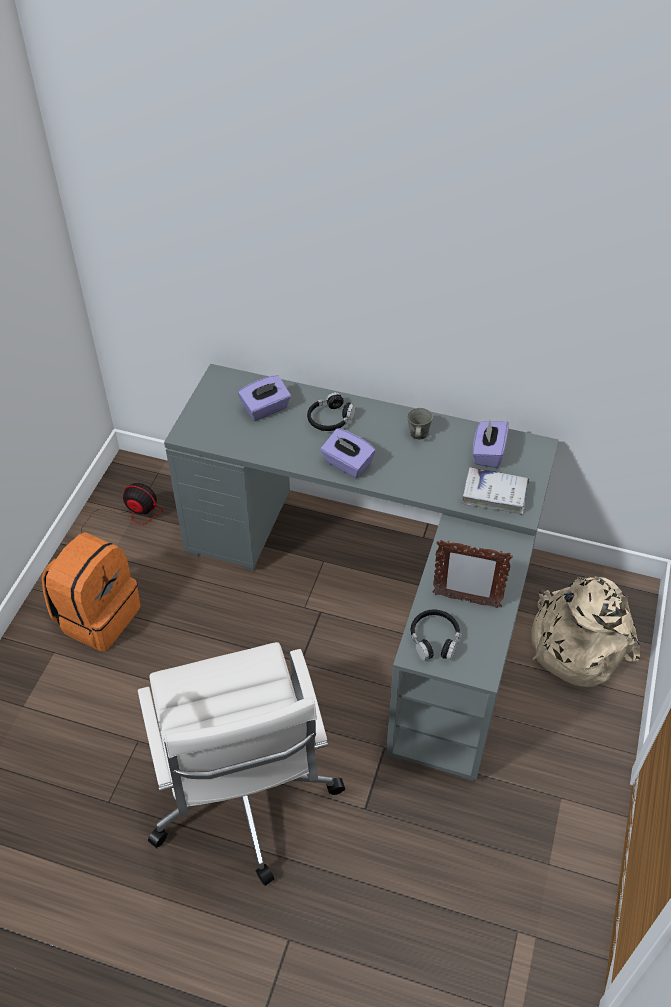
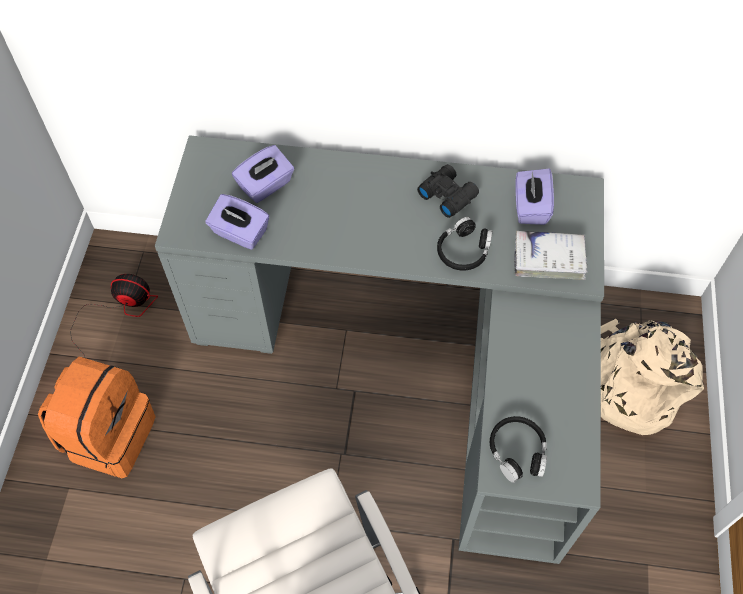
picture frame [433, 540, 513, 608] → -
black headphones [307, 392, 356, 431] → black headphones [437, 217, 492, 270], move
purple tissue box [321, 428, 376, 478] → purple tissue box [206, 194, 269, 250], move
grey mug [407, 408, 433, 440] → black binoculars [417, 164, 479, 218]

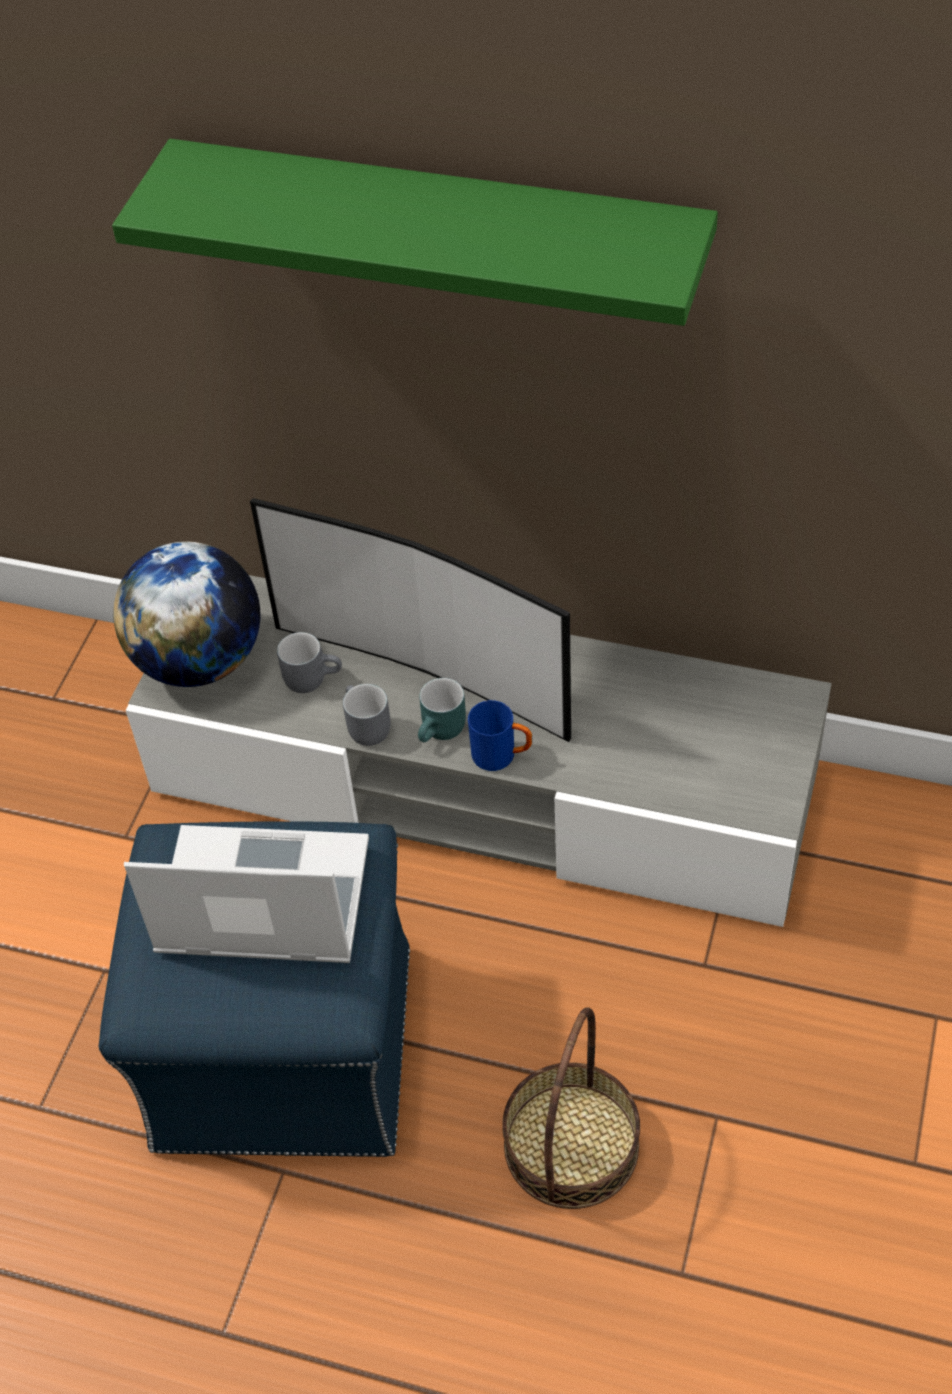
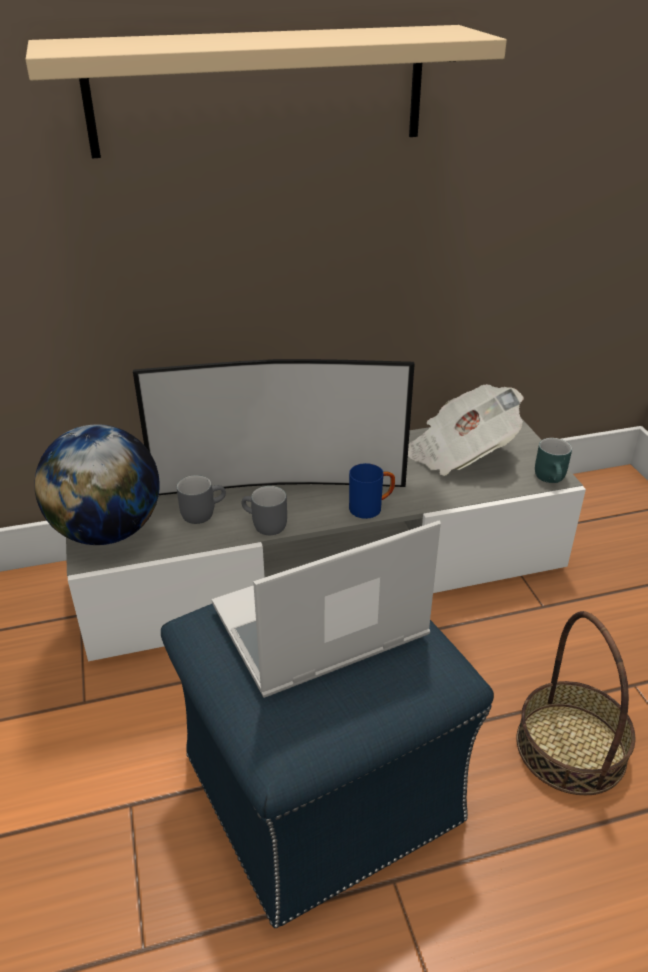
- → newspaper [408, 384, 524, 476]
turquoise mug [418, 678, 466, 742] → turquoise mug [535, 438, 572, 483], move
green shelf [112, 139, 718, 326] → beige shelf [26, 25, 507, 158]

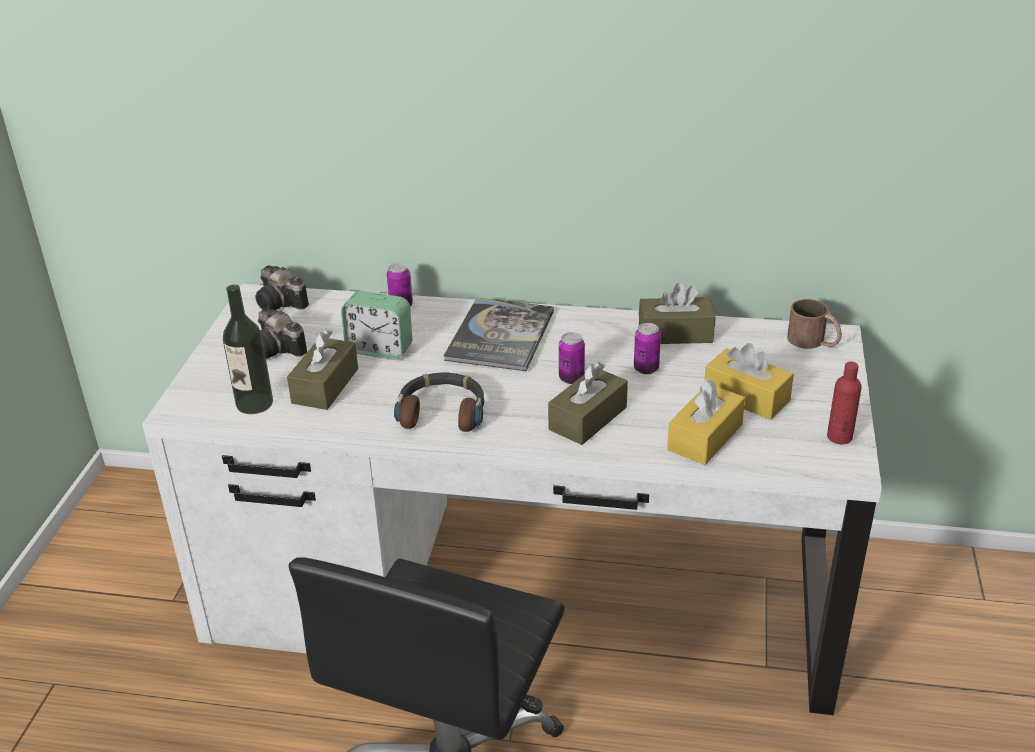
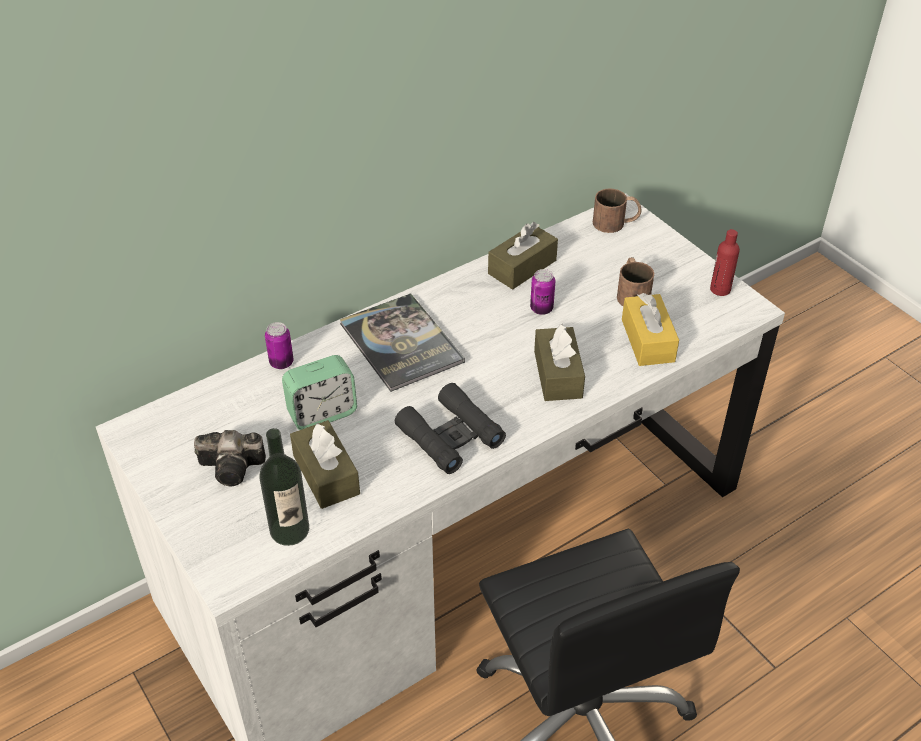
photo camera [255, 265, 309, 310] → -
can [559, 332, 585, 384] → -
headphones [394, 373, 484, 432] → black binoculars [395, 383, 506, 474]
yellow tissue box [704, 343, 794, 420] → brown mug [617, 257, 654, 306]

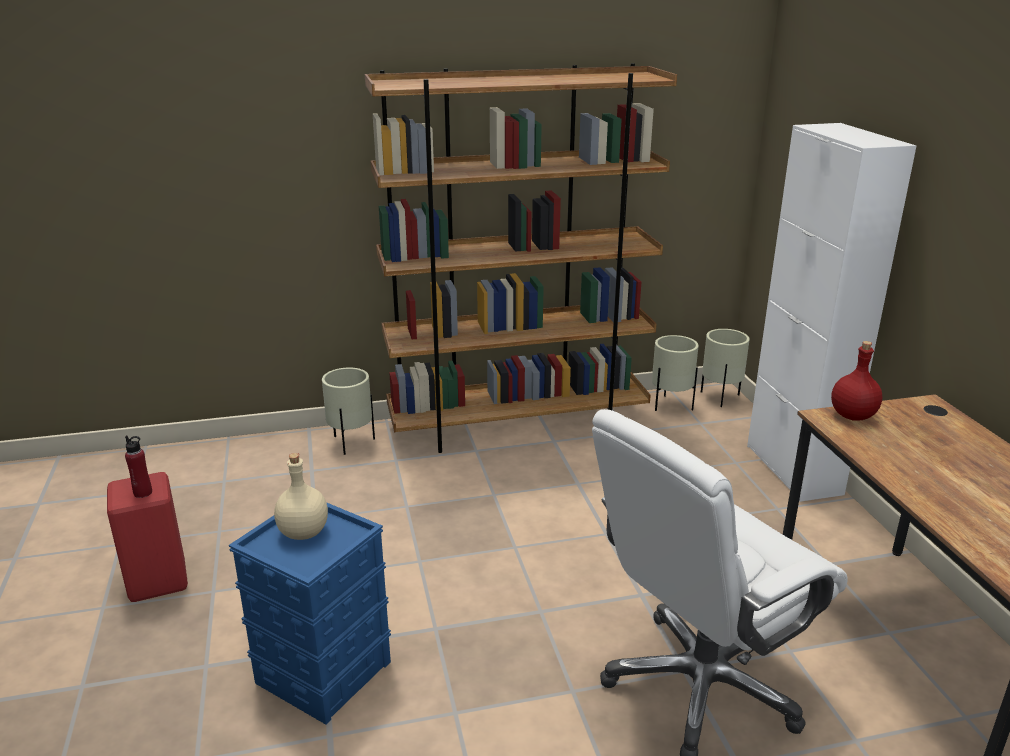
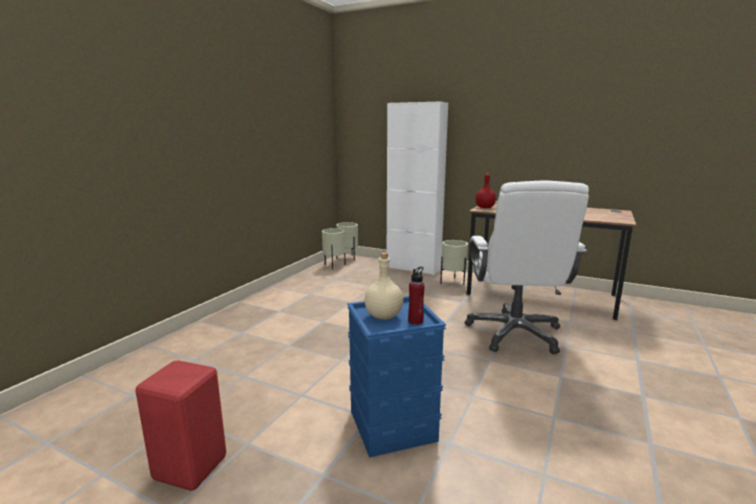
brown bookcase [365, 63, 677, 453] → -
red bottle [125, 436, 152, 498] → red bottle [408, 267, 425, 325], move
beige planter [322, 368, 375, 455] → beige planter [440, 240, 468, 285], move

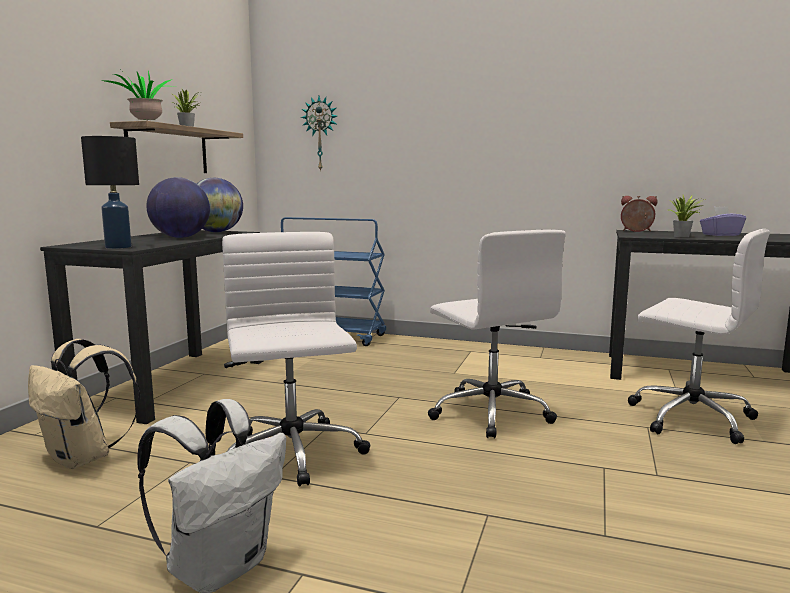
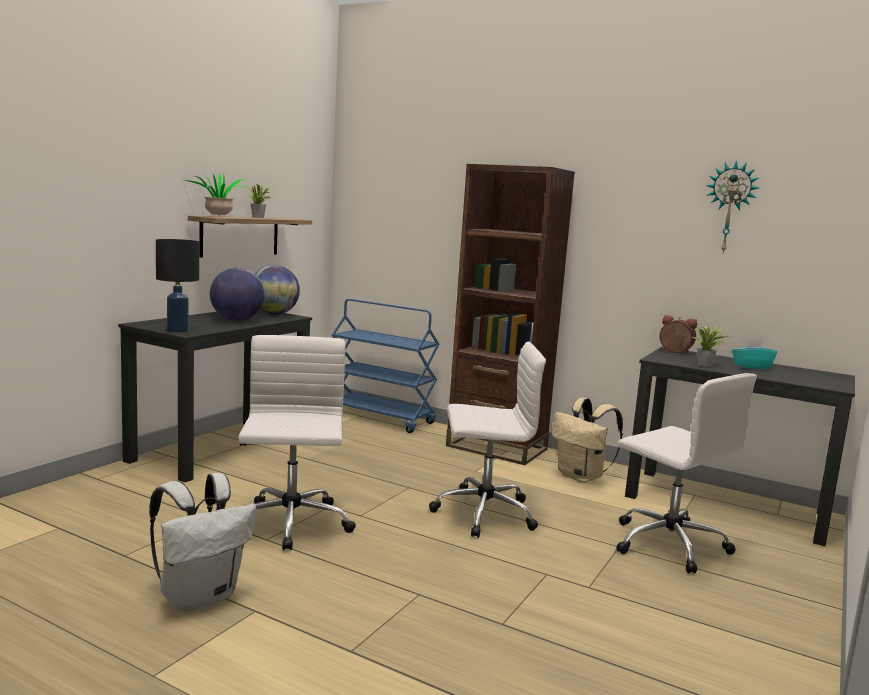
- → brown bookcase [446, 164, 575, 465]
beige backpack [28, 339, 140, 469] → beige backpack [552, 398, 623, 483], move
wall clock [301, 96, 337, 172] → wall clock [706, 160, 759, 253], move
purple tissue box [700, 206, 746, 236] → turquoise tissue box [732, 338, 777, 369]
white office chair [428, 229, 566, 438] → white office chair [429, 342, 546, 538], 75 degrees counterclockwise

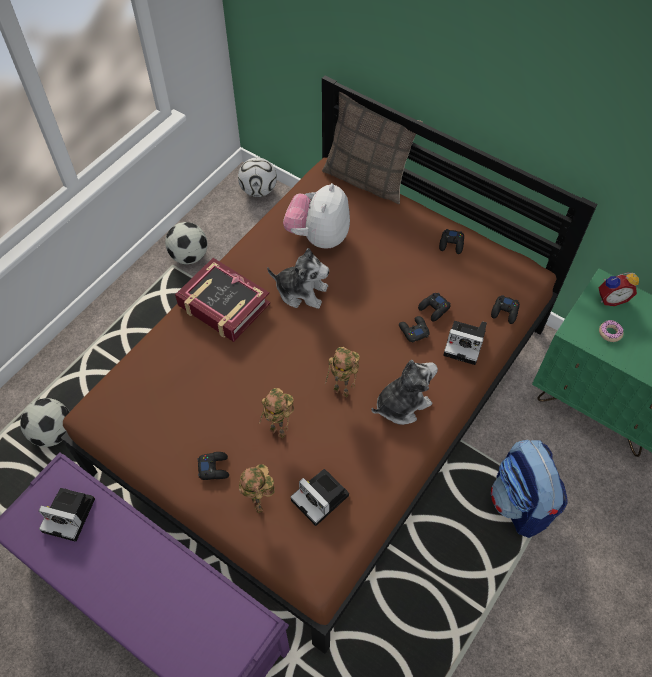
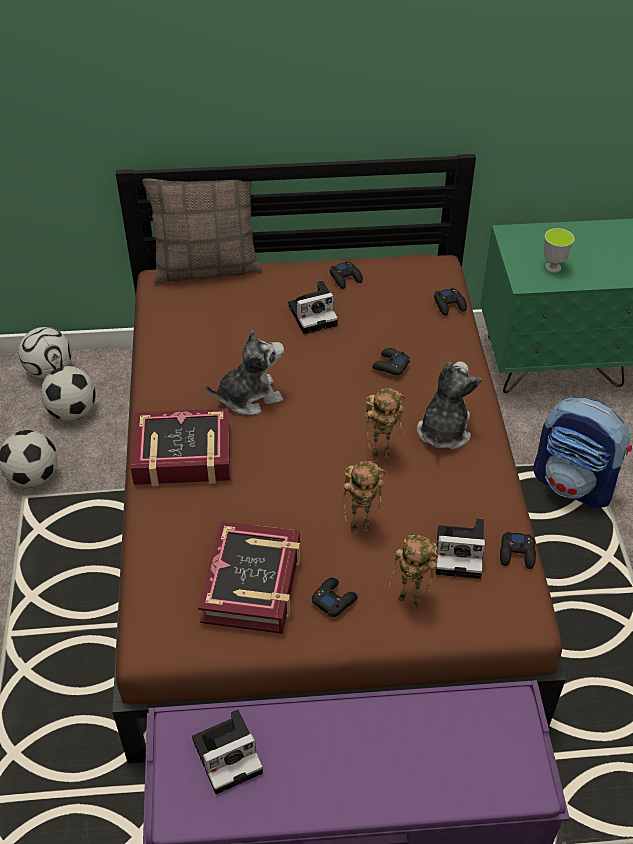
plush toy [283, 183, 350, 249] → -
alarm clock [598, 273, 639, 306] → -
- → book [198, 521, 300, 634]
football [20, 398, 69, 447] → football [41, 366, 96, 421], move
black game controller [418, 293, 451, 322] → black game controller [500, 532, 536, 569], move
photo camera [443, 321, 487, 365] → photo camera [288, 280, 338, 334], move
donut [599, 320, 624, 342] → cup [544, 228, 574, 273]

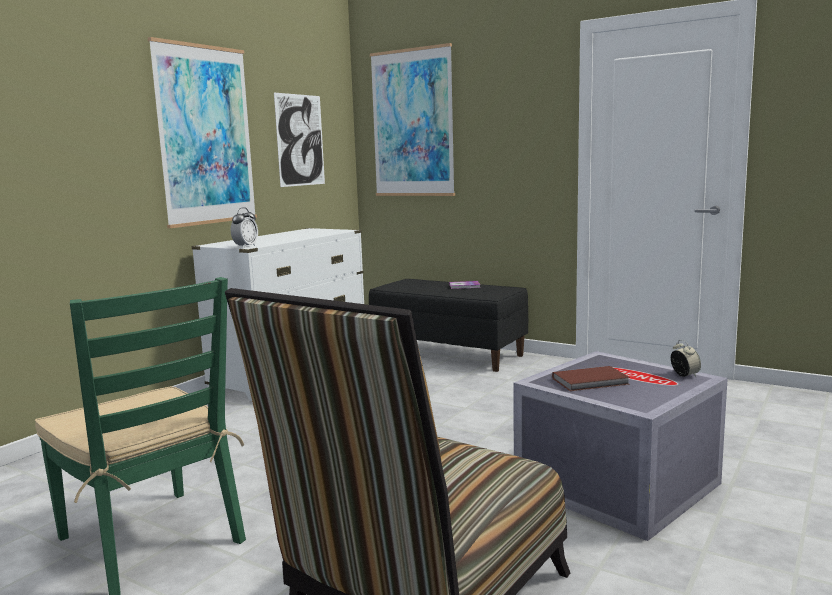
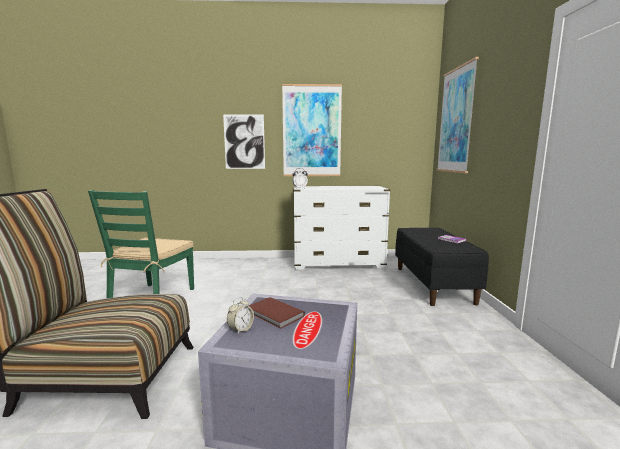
picture [274, 93, 325, 187] → picture [223, 114, 265, 169], move
alarm clock [671, 340, 701, 377] → alarm clock [227, 297, 254, 335], move

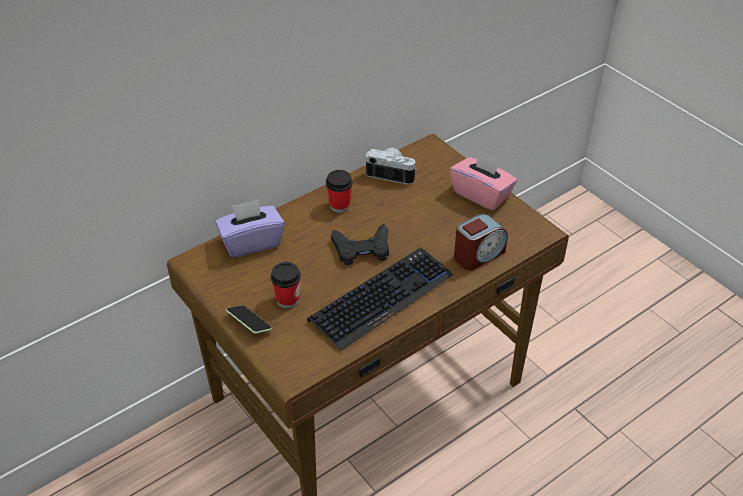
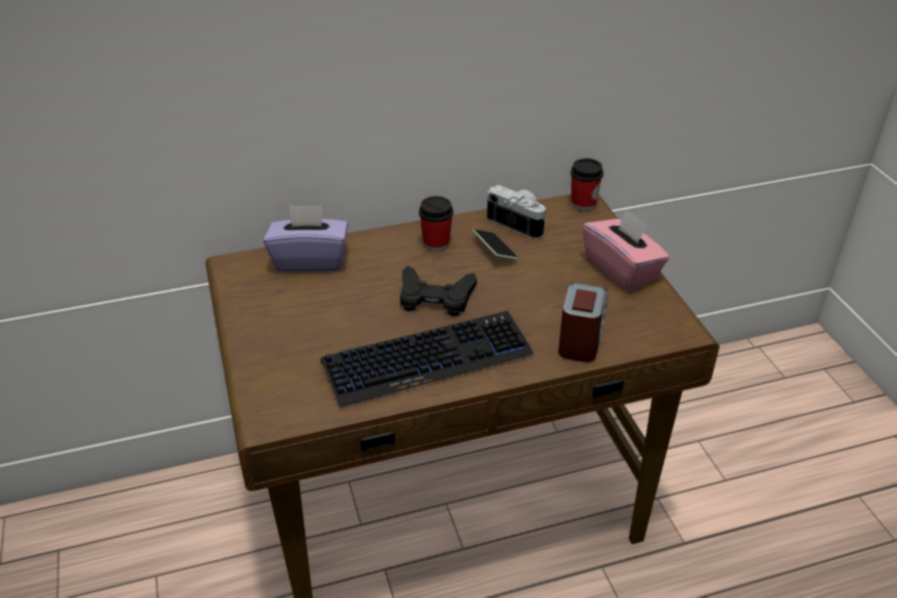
phone [225, 305, 272, 334] → phone [473, 229, 518, 259], move
cup [271, 262, 301, 308] → cup [571, 158, 604, 211], move
alarm clock [454, 214, 508, 271] → alarm clock [558, 283, 608, 362], 60 degrees counterclockwise

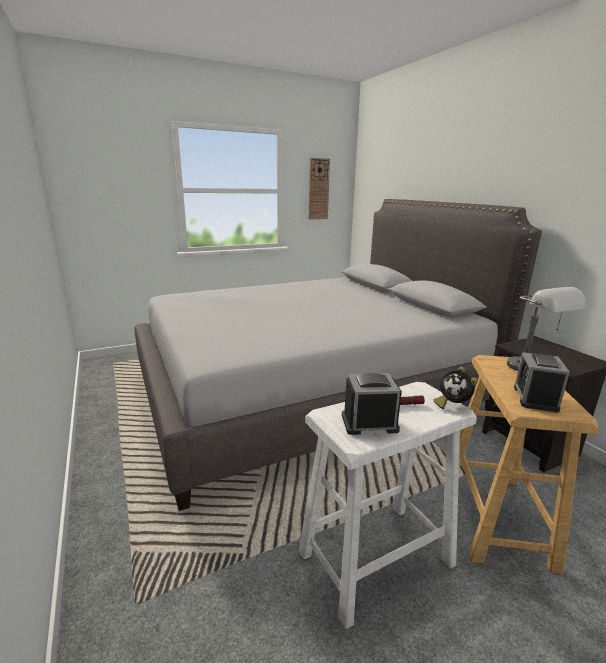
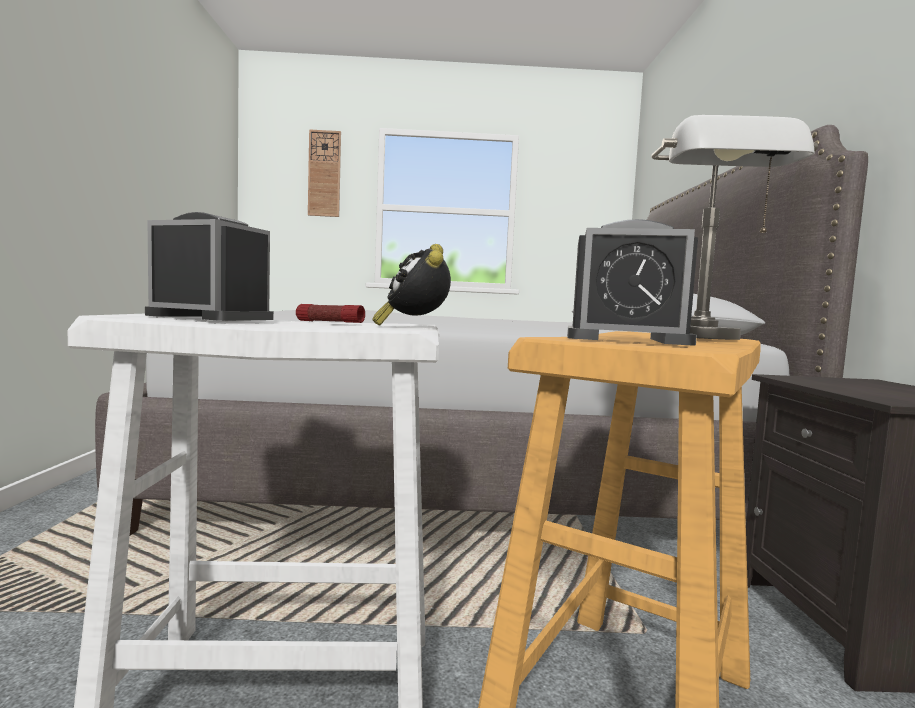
wall clock [309, 158, 330, 220] → wall clock [308, 129, 341, 217], move
alarm clock [514, 352, 570, 413] → alarm clock [567, 219, 698, 345], 120 degrees counterclockwise

